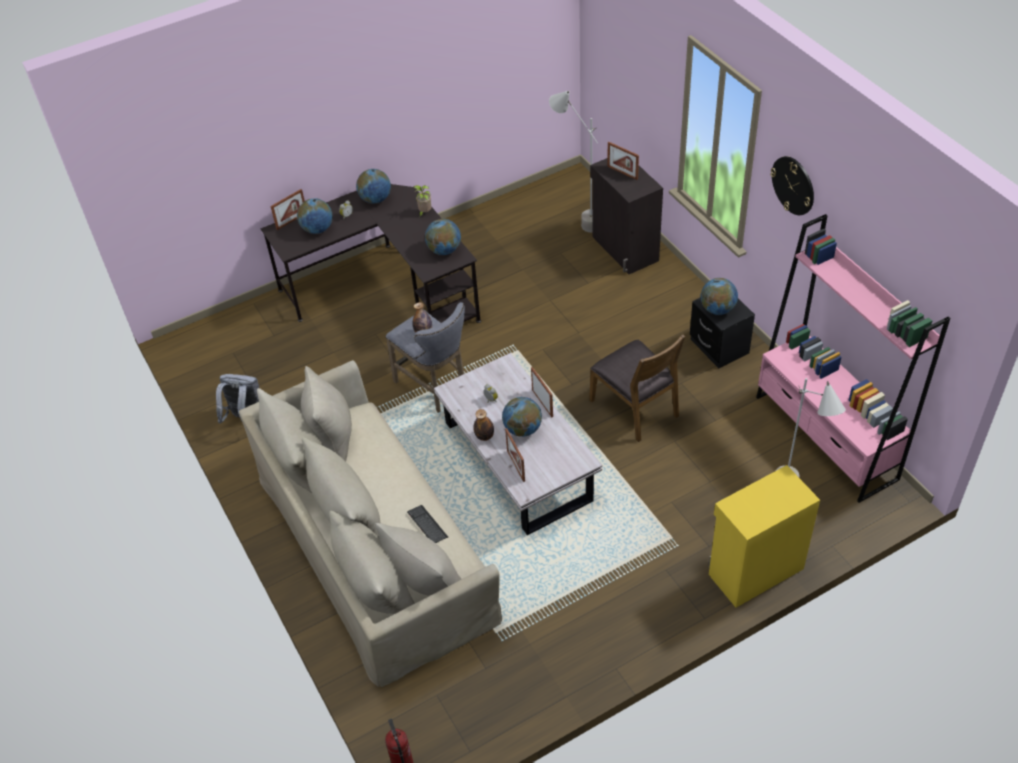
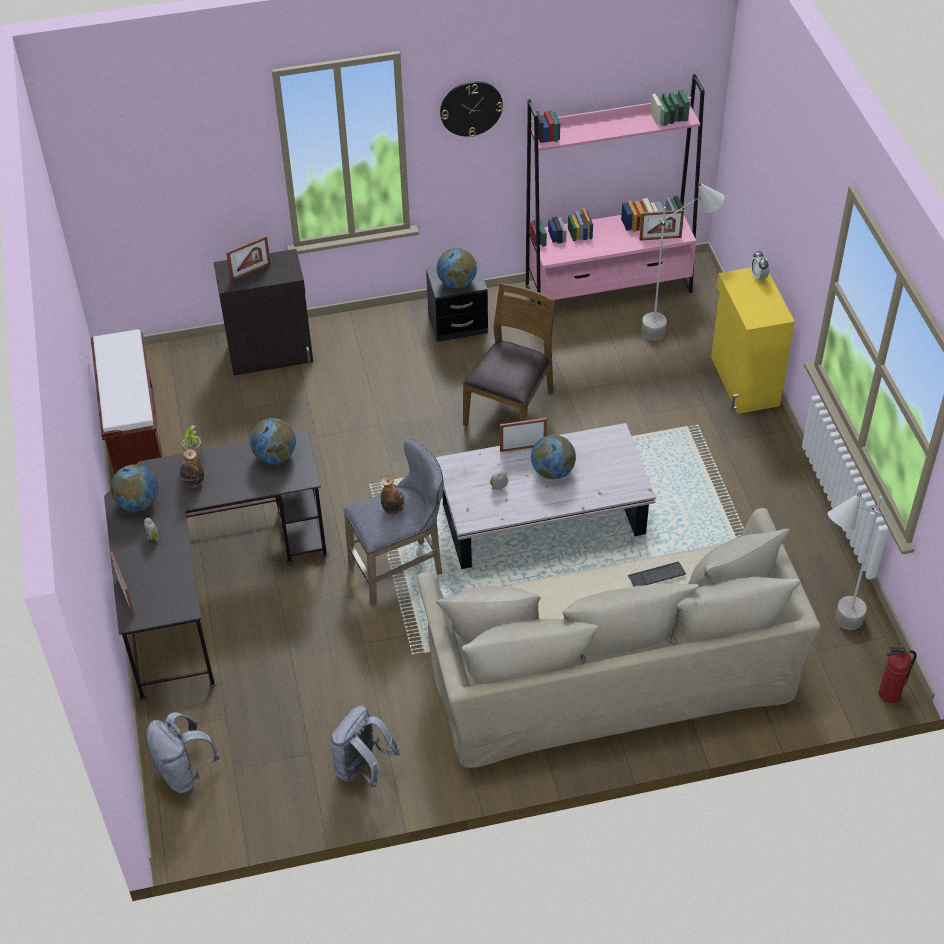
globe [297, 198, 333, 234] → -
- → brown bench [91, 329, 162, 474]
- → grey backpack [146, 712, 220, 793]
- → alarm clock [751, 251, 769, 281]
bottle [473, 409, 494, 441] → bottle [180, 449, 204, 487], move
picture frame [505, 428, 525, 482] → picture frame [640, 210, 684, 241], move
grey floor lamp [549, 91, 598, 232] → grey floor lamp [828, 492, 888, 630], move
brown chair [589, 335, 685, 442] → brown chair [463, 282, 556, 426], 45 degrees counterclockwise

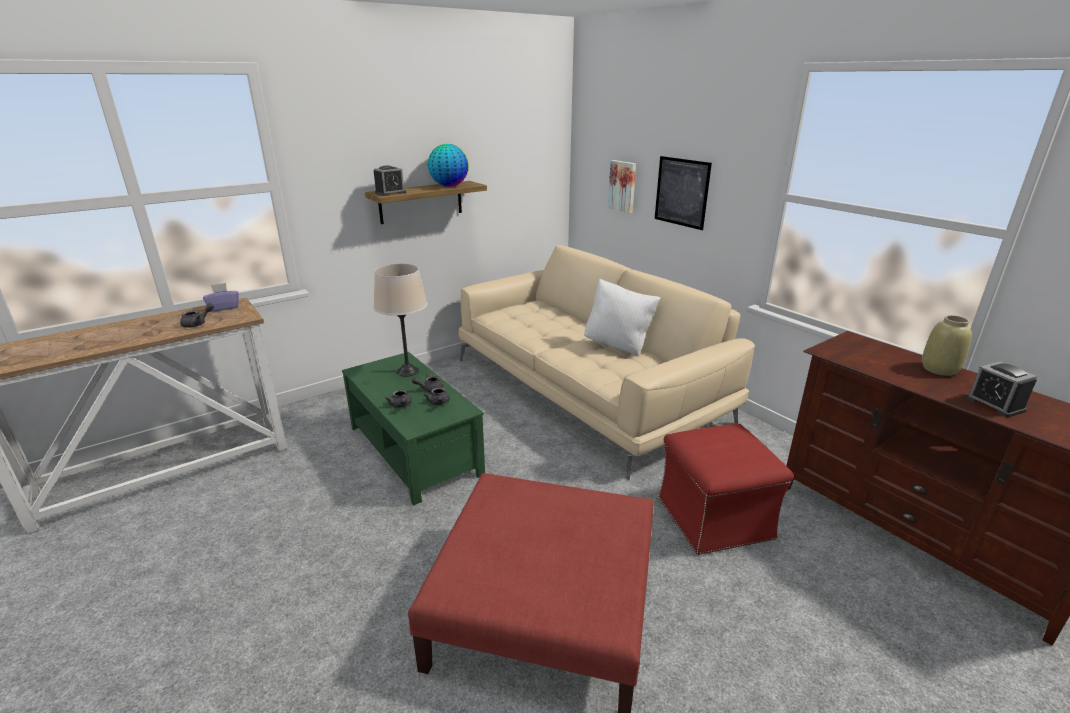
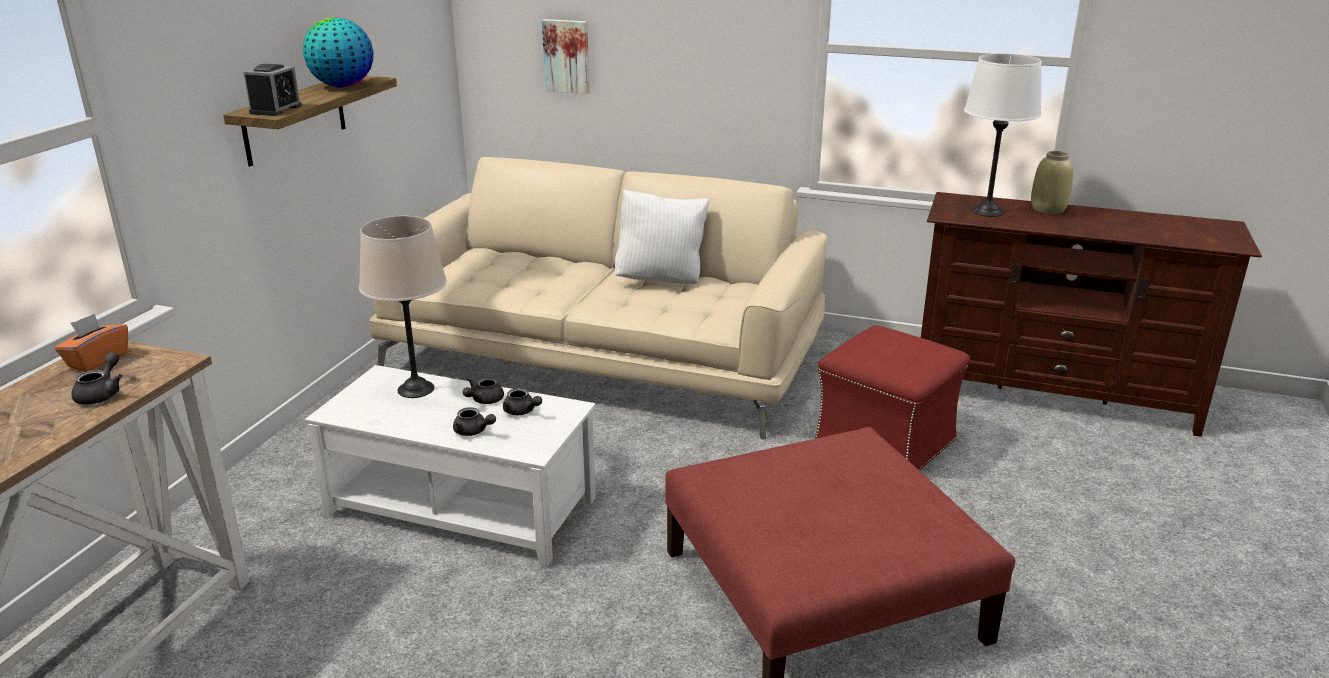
picture [655, 156, 712, 230] → -
alarm clock [965, 362, 1037, 417] → -
- → white table lamp [964, 53, 1042, 217]
purple tissue box [203, 283, 239, 312] → orange tissue box [55, 314, 128, 372]
green coffee table [342, 352, 485, 505] → white coffee table [305, 365, 596, 567]

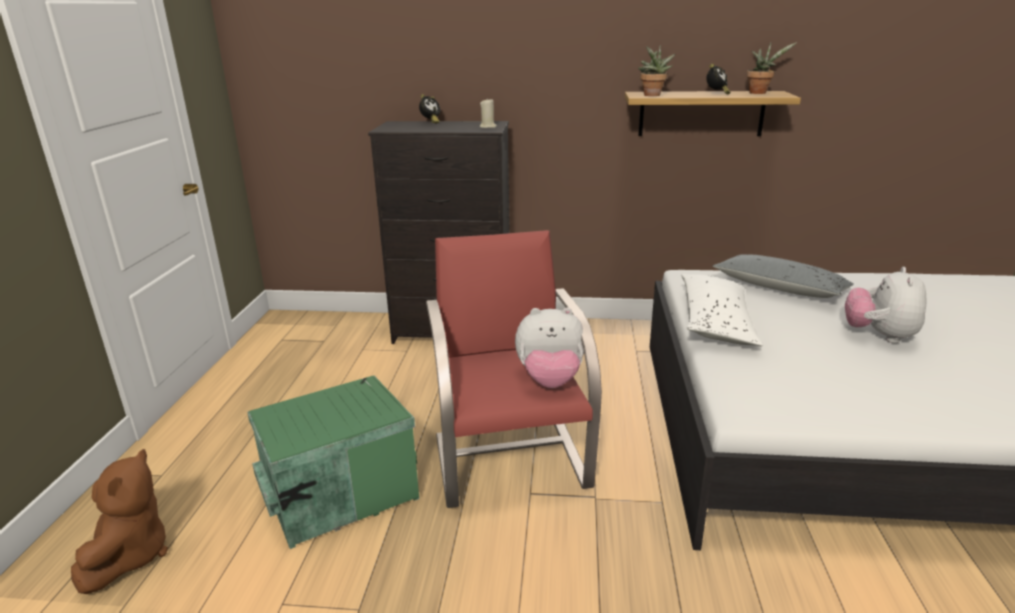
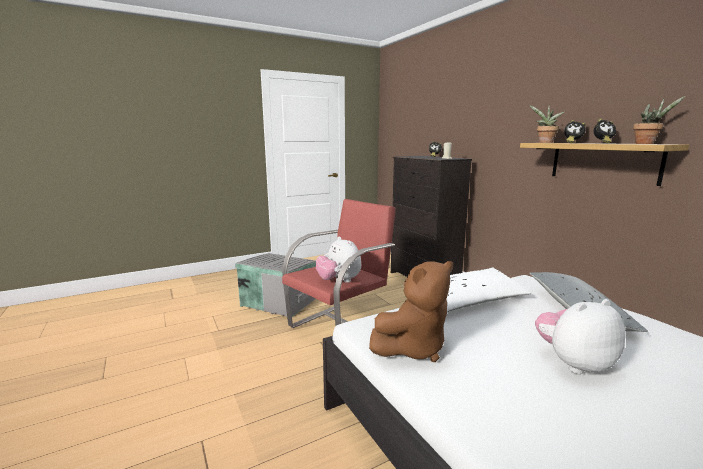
- → alarm clock [564, 120, 586, 143]
brown plush toy [71, 449, 168, 594] → brown plush toy [369, 261, 453, 362], move
green storage box [247, 376, 419, 549] → grey storage box [235, 253, 316, 317]

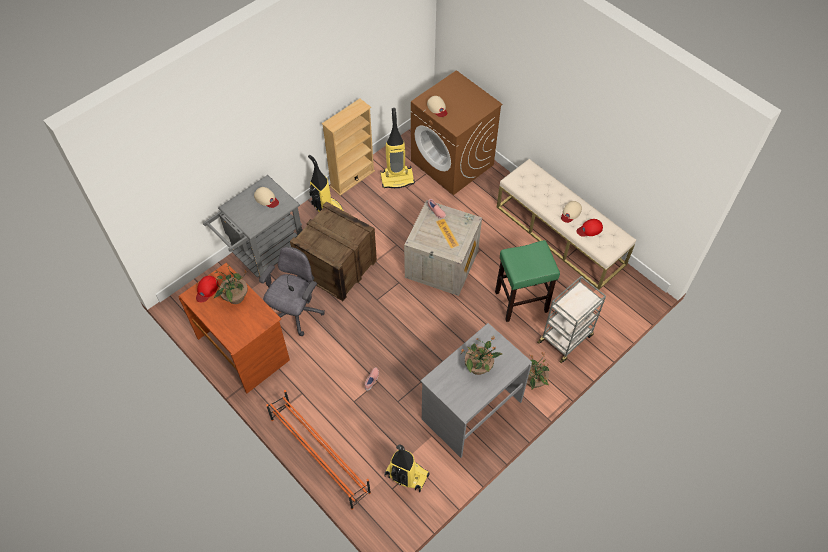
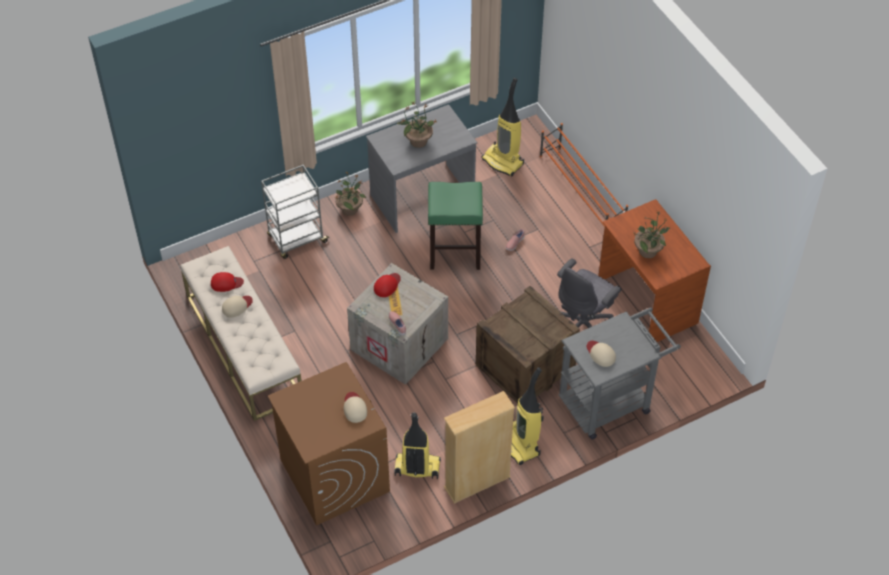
red cap [196, 276, 219, 302] → red cap [374, 273, 401, 297], move
green stool [495, 240, 560, 322] → green stool [428, 182, 483, 270], move

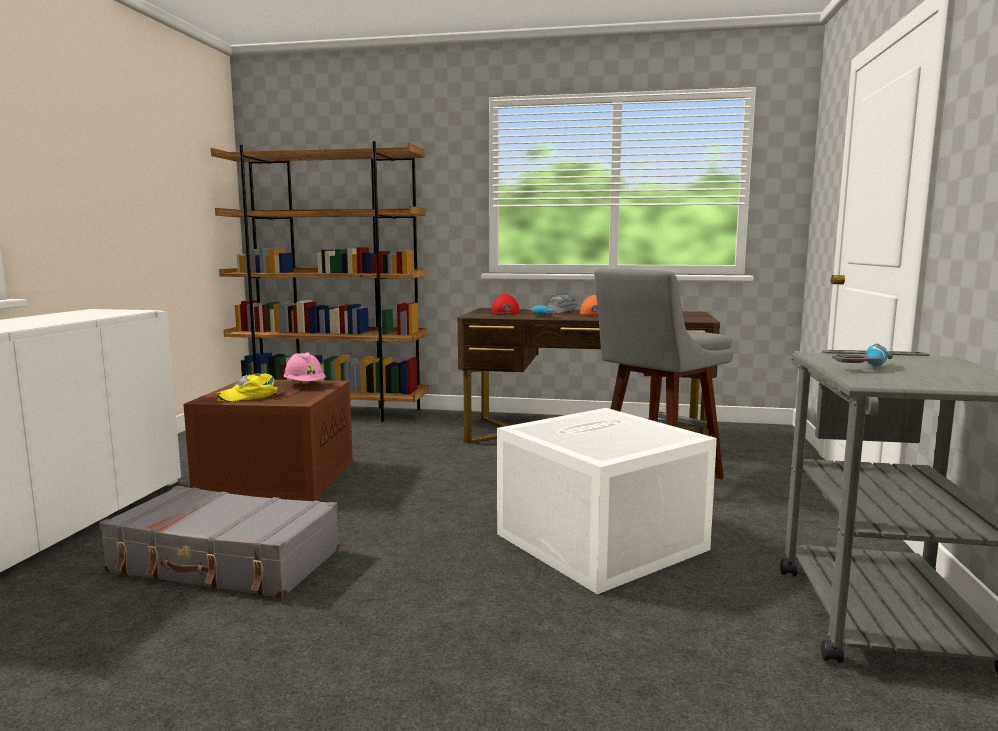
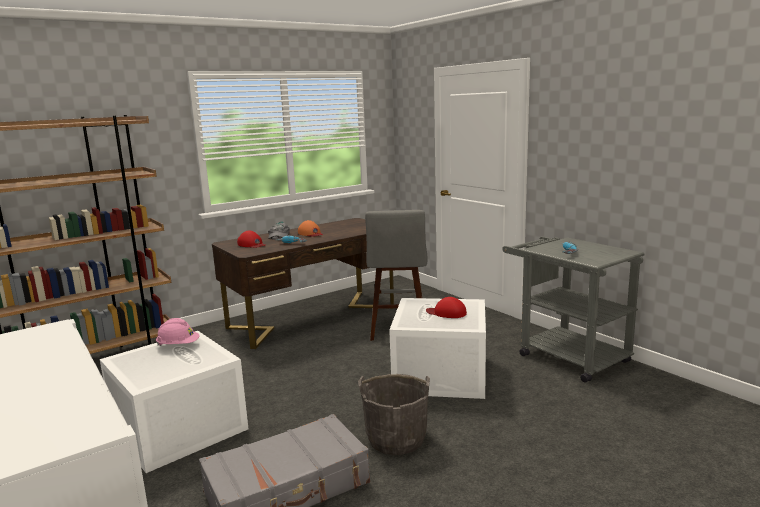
yellow cap [216, 373, 278, 402] → -
- → grey bucket [358, 374, 430, 455]
- → red cap [426, 297, 467, 318]
brown storage box [183, 380, 353, 501] → white storage box [100, 331, 249, 473]

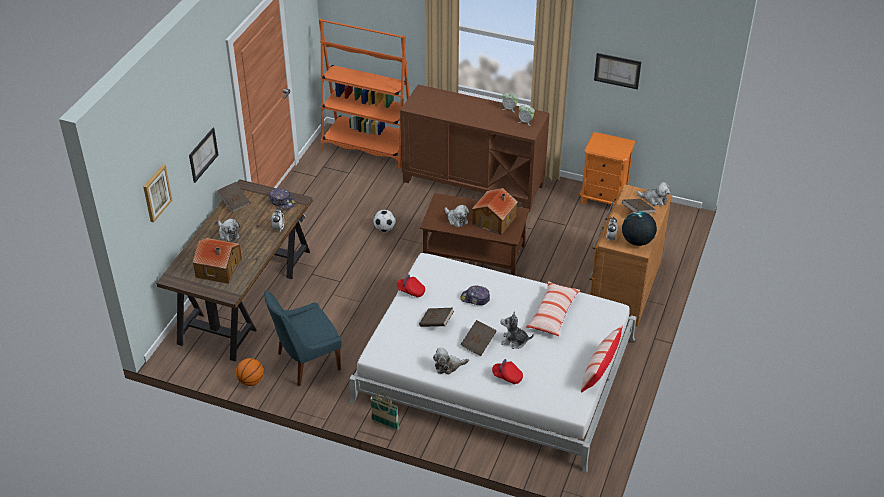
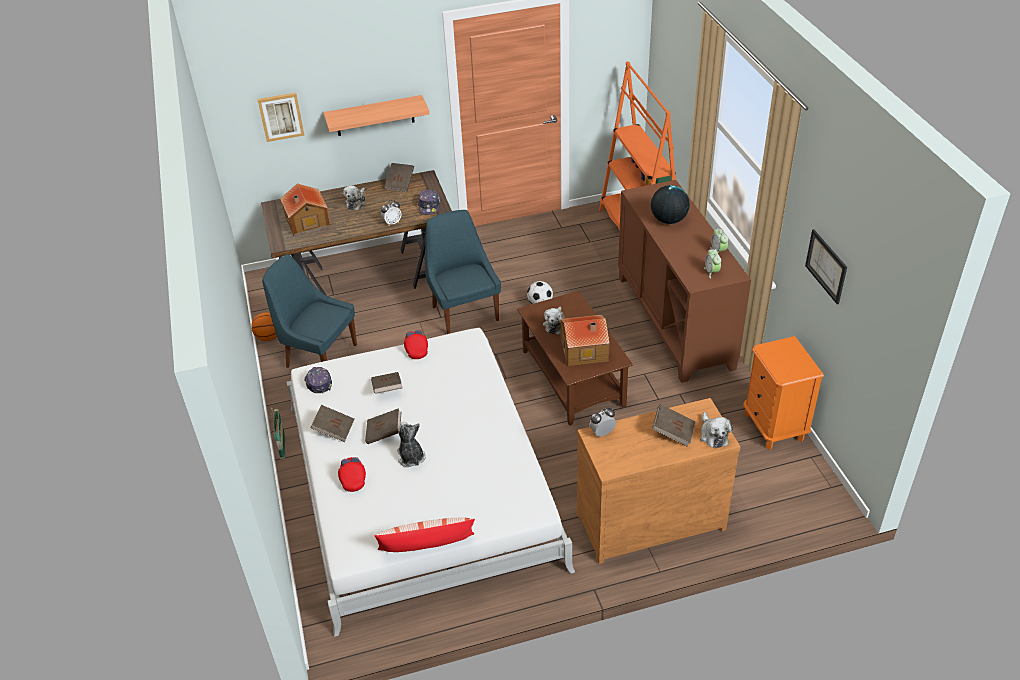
pillow [526, 281, 580, 336] → -
- → blue chair [425, 210, 501, 334]
cap [460, 285, 490, 305] → cap [304, 367, 332, 393], move
globe [622, 211, 657, 246] → globe [651, 185, 690, 224], move
picture [189, 128, 218, 183] → shelf [323, 95, 430, 136]
plush toy [433, 347, 469, 374] → brown book [311, 405, 354, 442]

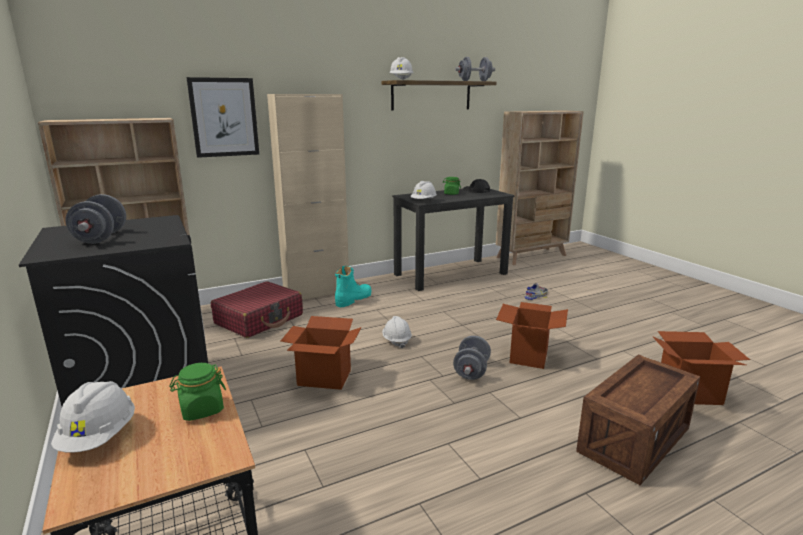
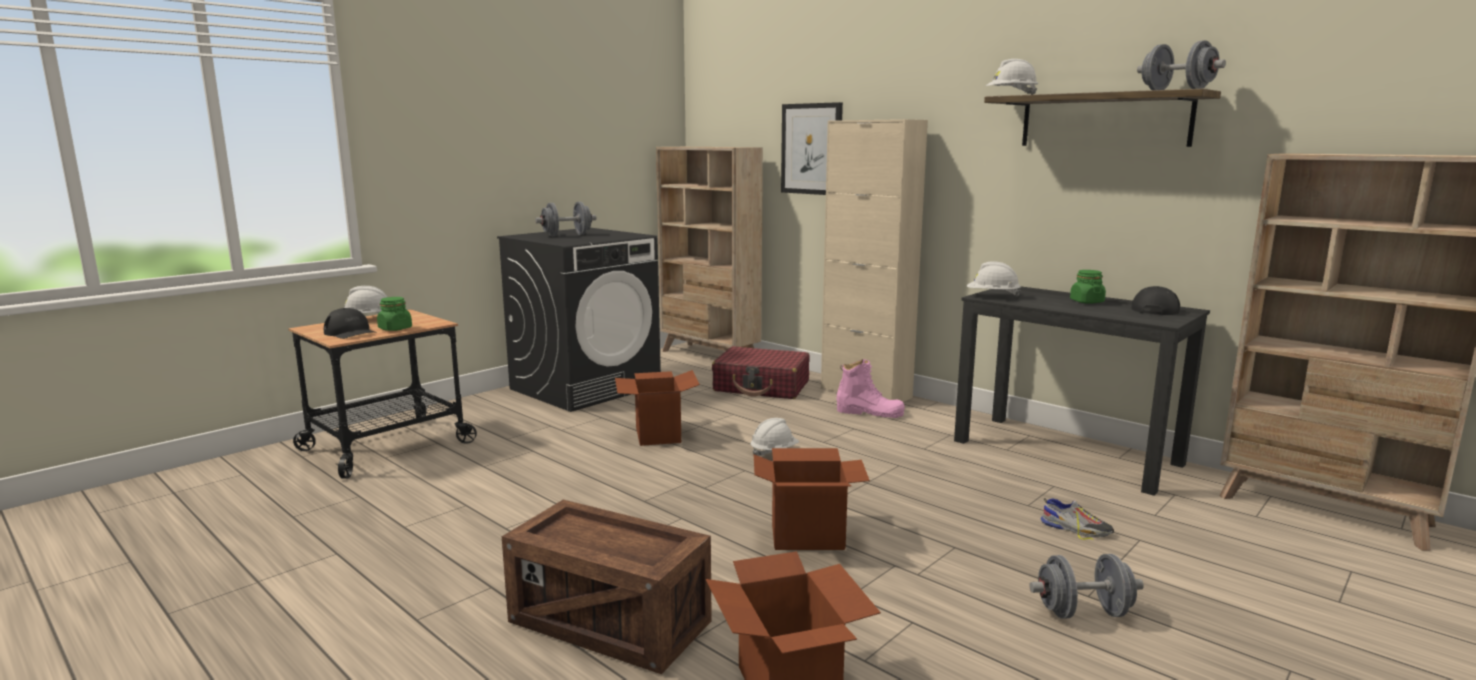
- → black cap [324, 308, 377, 339]
grey dumbbell [453, 336, 491, 380] → grey dumbbell [1030, 554, 1144, 619], move
turquoise boot [335, 266, 371, 307] → pink boot [837, 359, 905, 418]

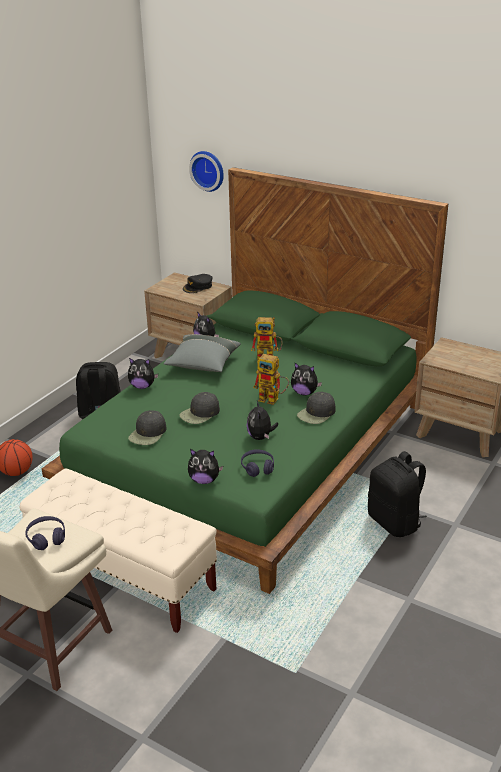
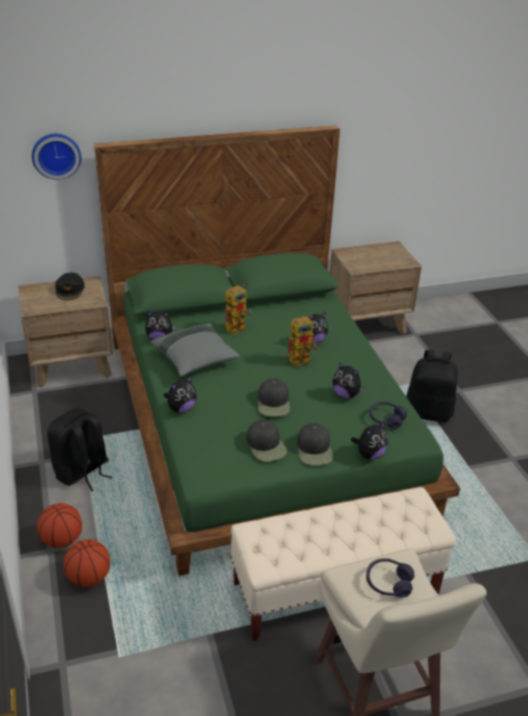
- → basketball [37, 503, 82, 548]
black cap [297, 392, 336, 424] → black cap [297, 423, 333, 465], move

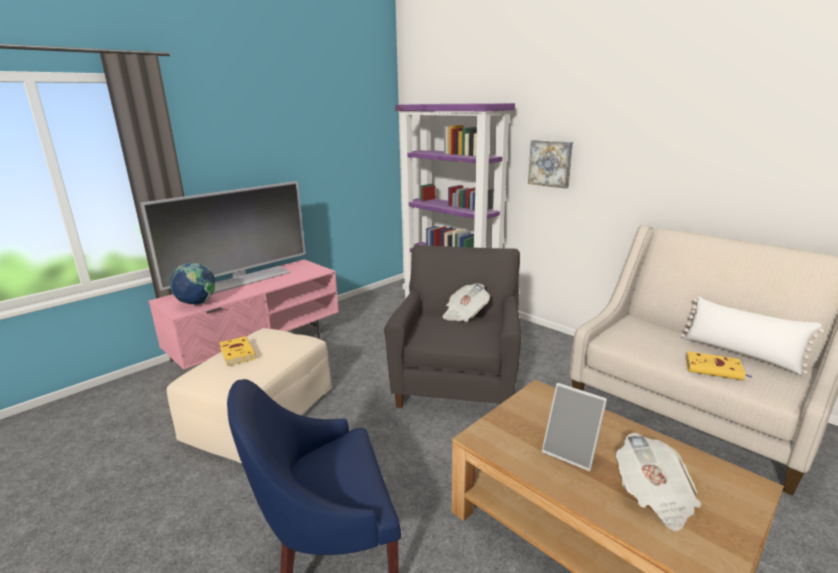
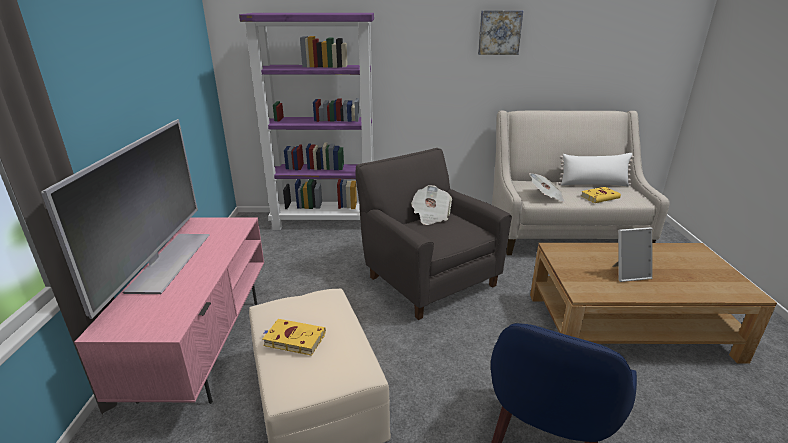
globe [170, 263, 215, 305] → -
picture [528, 140, 573, 189] → picture [478, 10, 523, 55], move
newspaper [616, 433, 702, 532] → newspaper [529, 173, 565, 202], move

